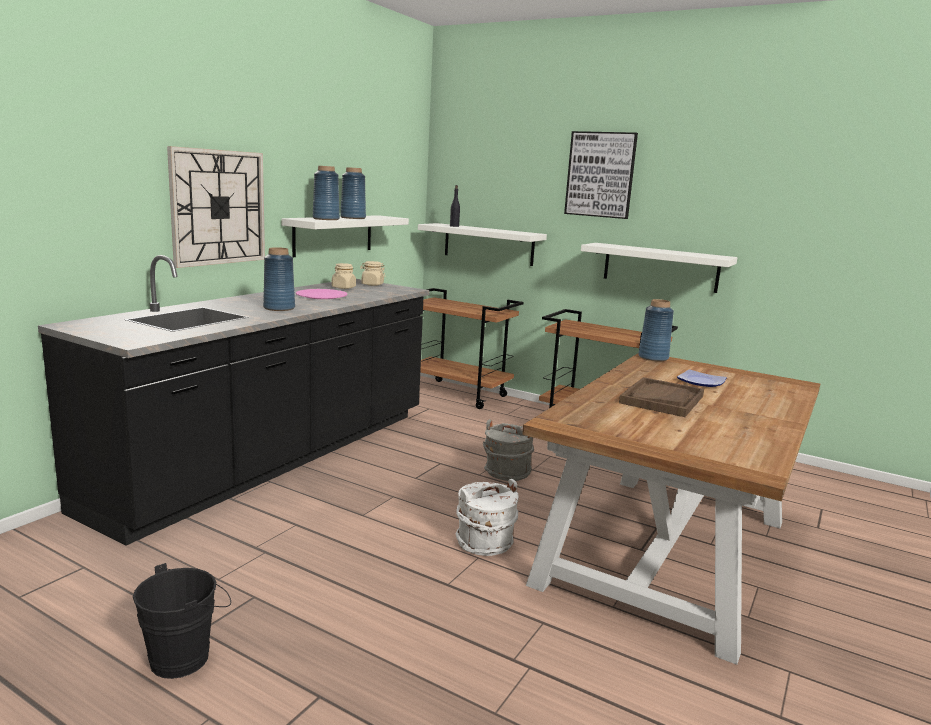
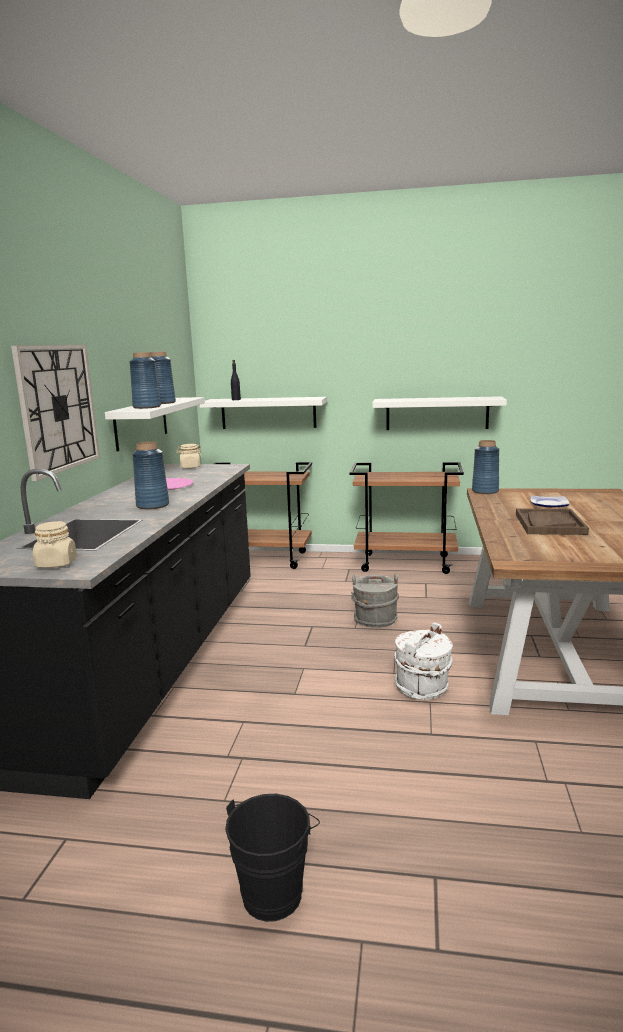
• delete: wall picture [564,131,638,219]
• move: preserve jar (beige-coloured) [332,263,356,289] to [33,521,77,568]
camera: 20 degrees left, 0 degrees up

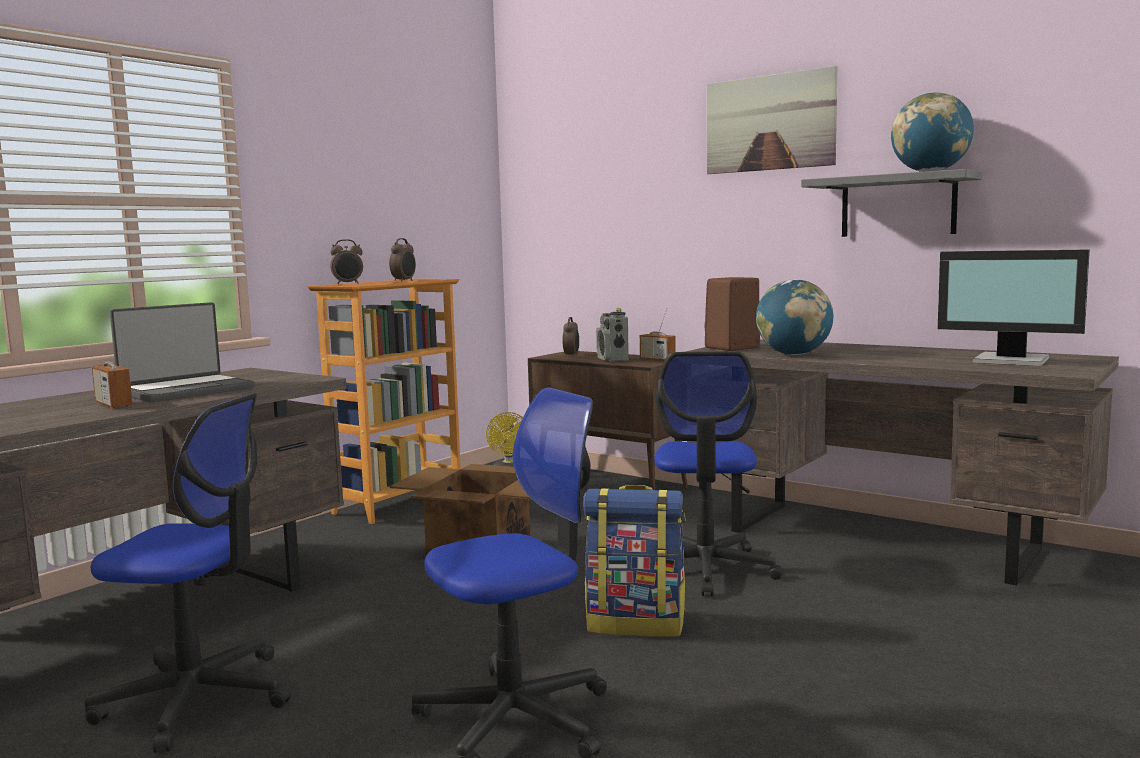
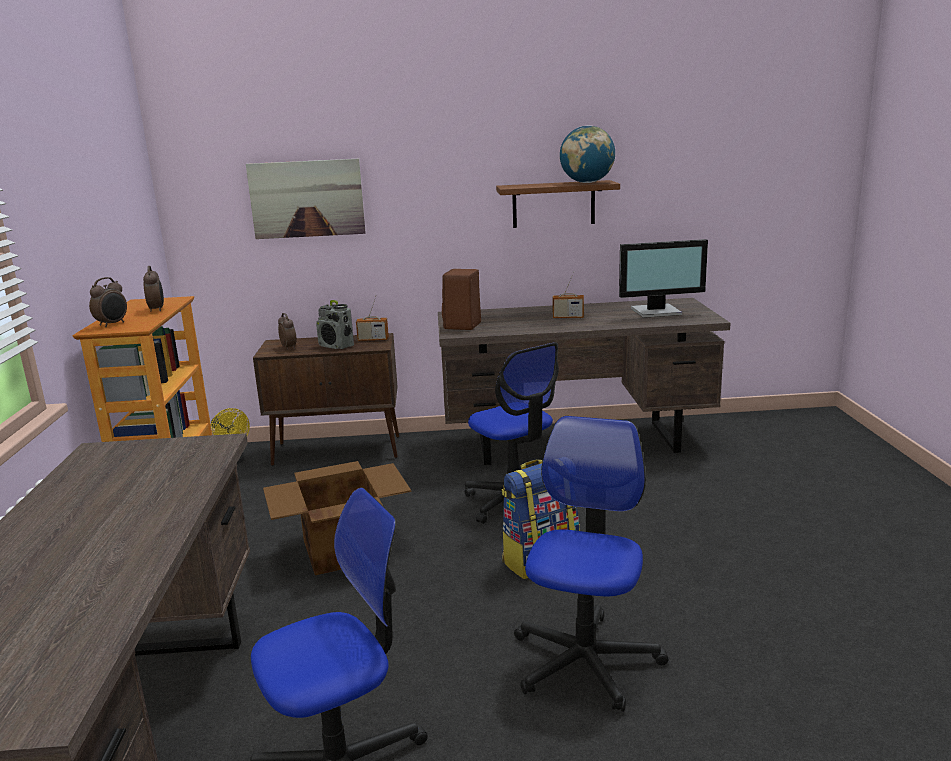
• delete: notebook computer [110,302,255,402]
• delete: globe [756,279,833,355]
• move: radio receiver [92,326,133,408] to [552,271,584,319]
• move: wall picture [707,66,837,174] to [246,158,366,239]
• recolor: wall shelf (grey) [801,169,982,237] to wall shelf (brown) [496,180,620,228]
camera: 40 degrees left, 10 degrees up

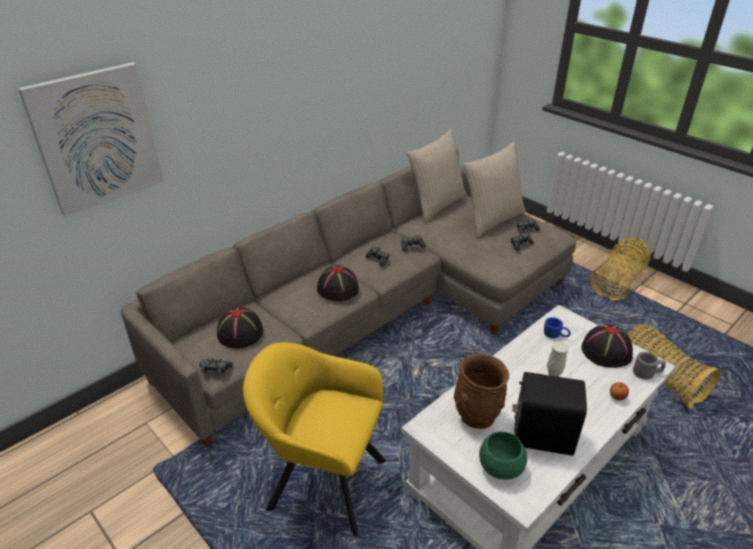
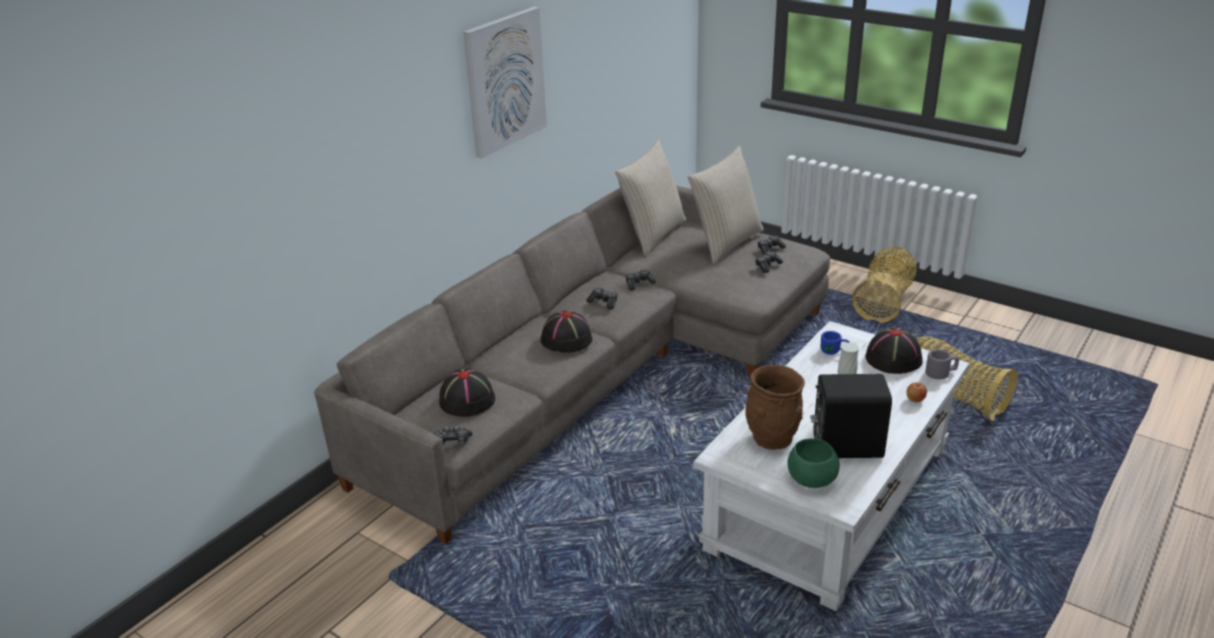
• delete: armchair (yellow-coloured) [243,342,386,537]
• move: wall picture [18,62,163,216] to [463,7,547,159]
camera: 10 degrees left, 5 degrees down

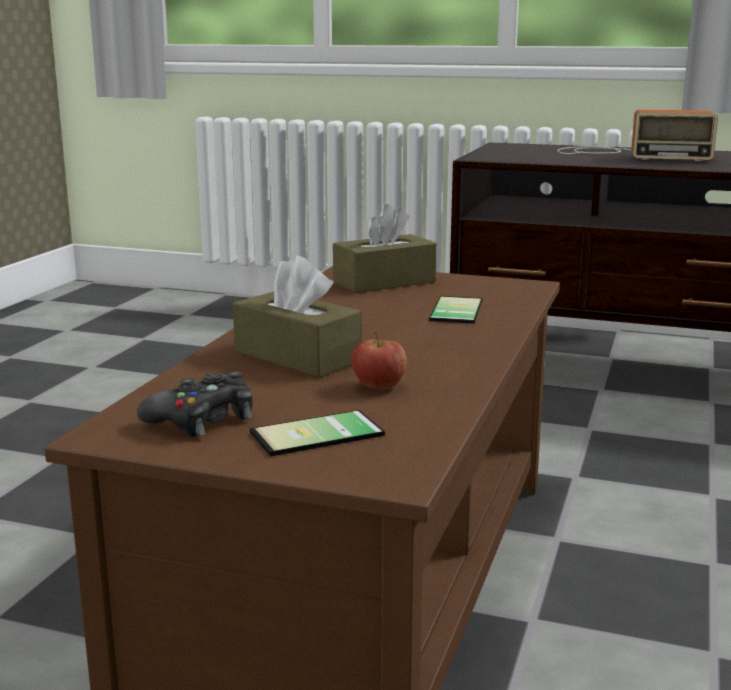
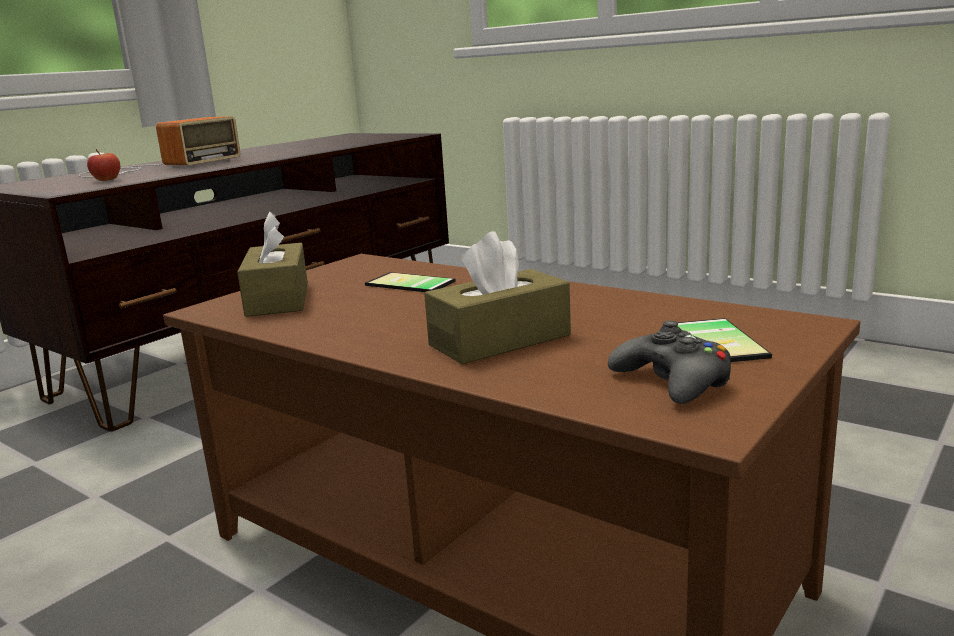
• move: apple fruit [351,331,407,390] to [87,149,120,181]
camera: 70 degrees left, 0 degrees up

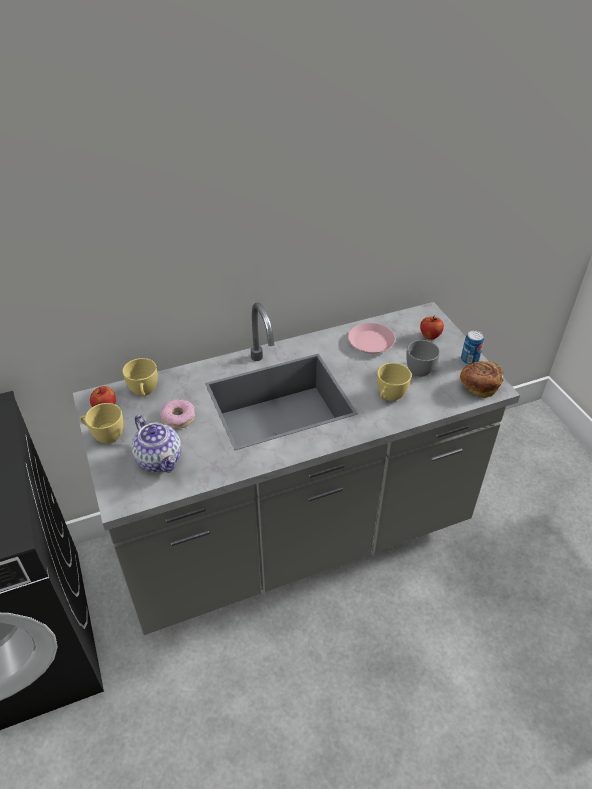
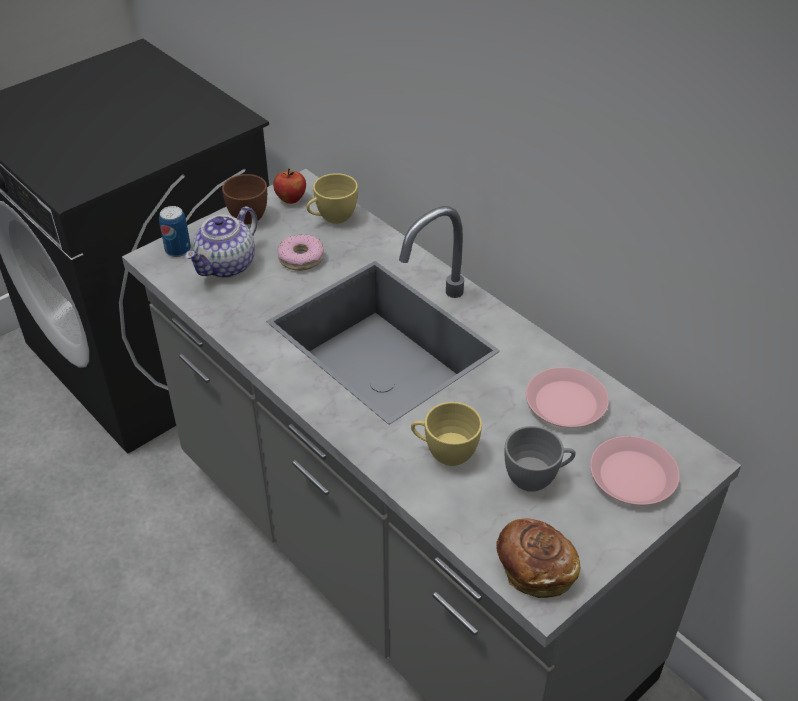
• move: metal can [461,330,484,365] to [159,206,191,257]
• replace: apple fruit [420,316,444,340] to plate (pink-coloured) [590,436,680,505]
• recolor: cup (yellow-coloured) [80,403,123,444] to cup (brown) [222,174,267,224]
camera: 70 degrees right, 0 degrees up

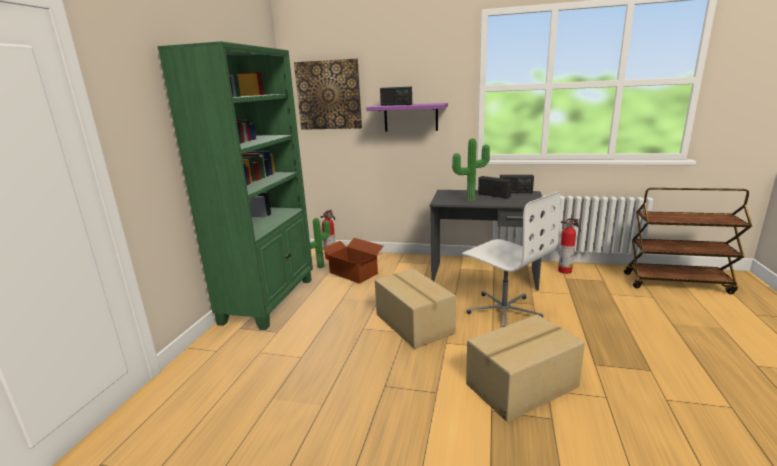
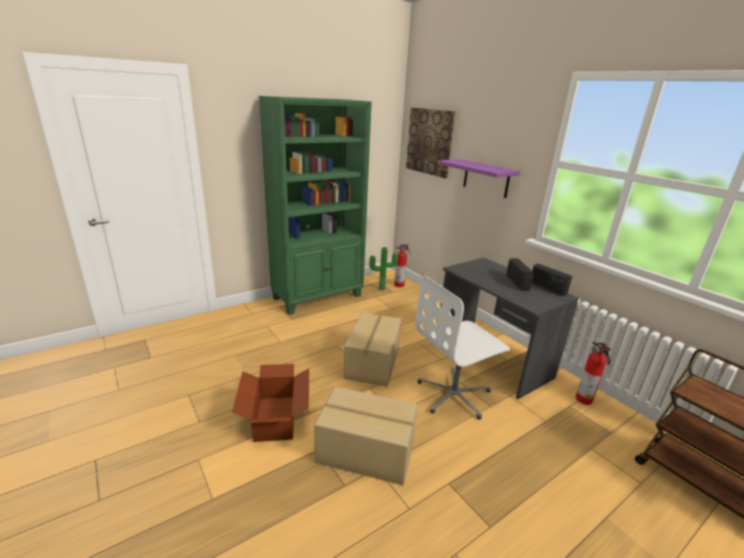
• delete: radio receiver [380,87,412,106]
• delete: houseplant [452,138,490,201]
• move: cardboard box [320,238,383,284] to [232,364,309,442]
• rotate: desk chair (white-coloured) [462,191,560,327] = [415,276,510,420] 60 degrees clockwise
camera: 40 degrees right, 5 degrees up

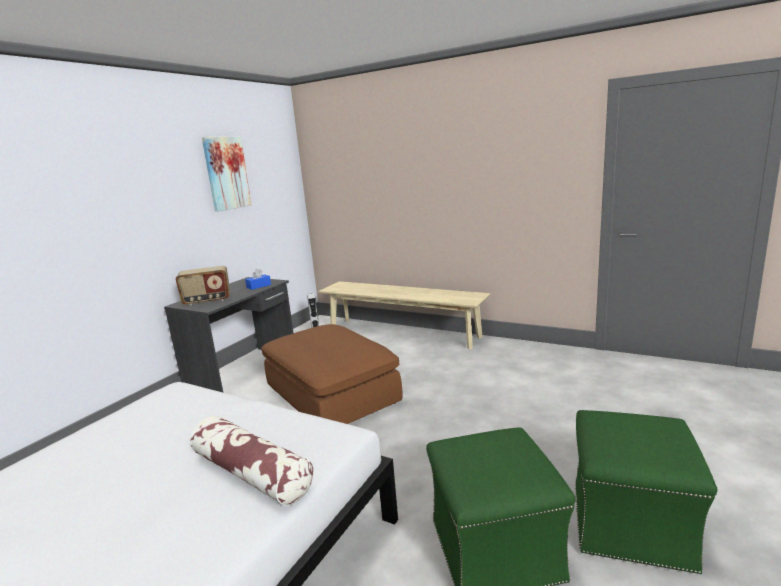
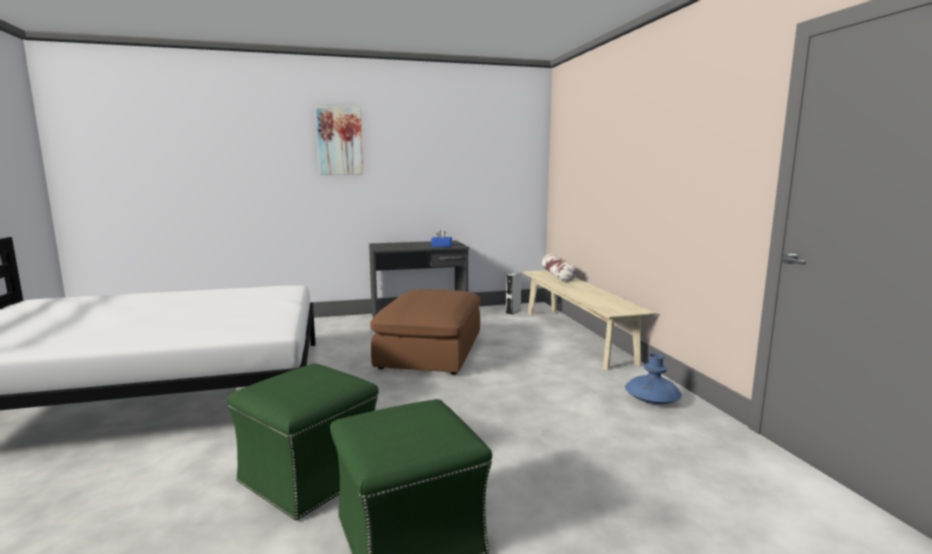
• delete: radio receiver [175,266,230,306]
• insert: flower vase (blue-coloured) [625,353,682,404]
• move: pillow [190,416,313,505] to [542,254,576,282]
• move: wall picture [202,136,252,212] to [316,107,363,175]
camera: 45 degrees right, 5 degrees down

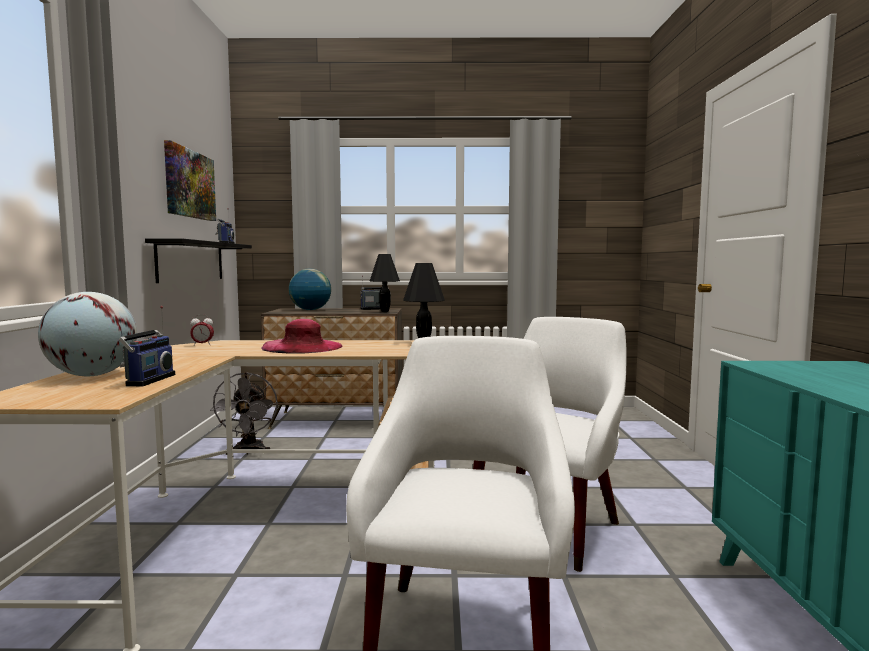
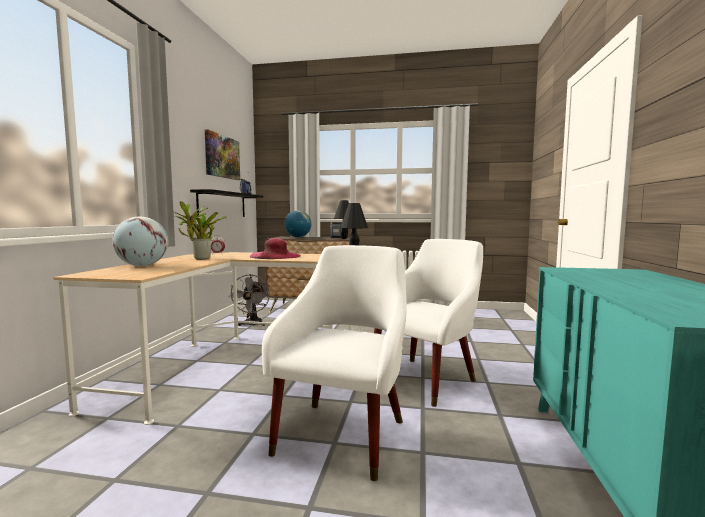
• delete: radio receiver [119,306,175,387]
• insert: houseplant [170,201,228,260]
camera: 10 degrees right, 0 degrees up

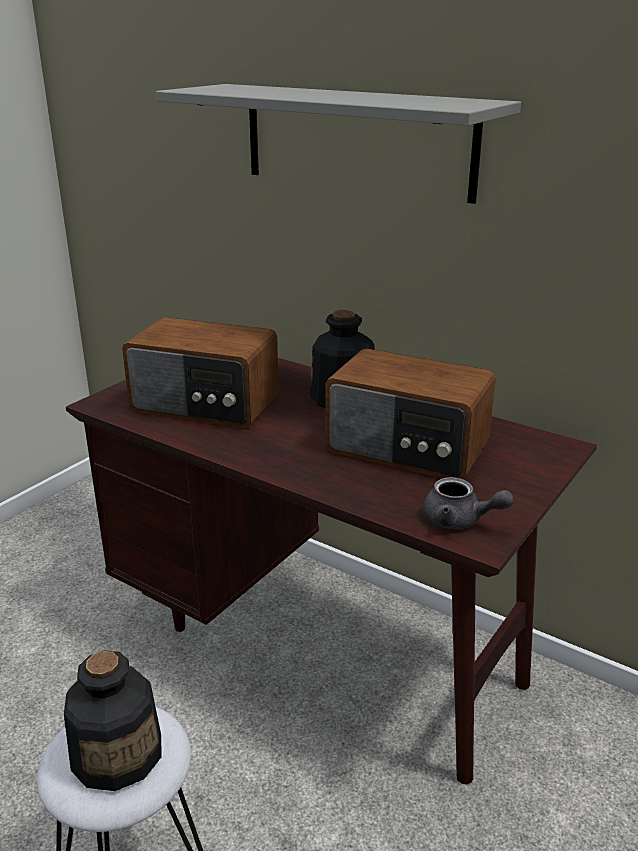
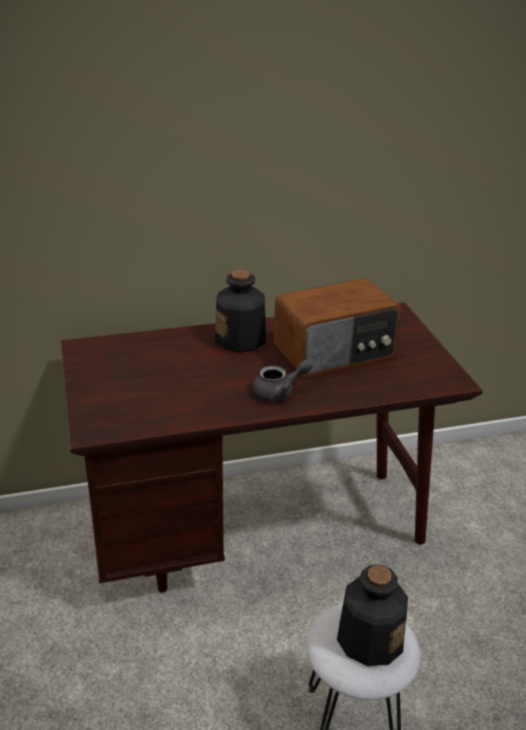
• delete: radio receiver [122,317,279,428]
• delete: wall shelf (grey) [156,84,521,204]
• move: pot for tea (grey) [423,477,514,529] to [253,360,312,402]
camera: 50 degrees left, 5 degrees up

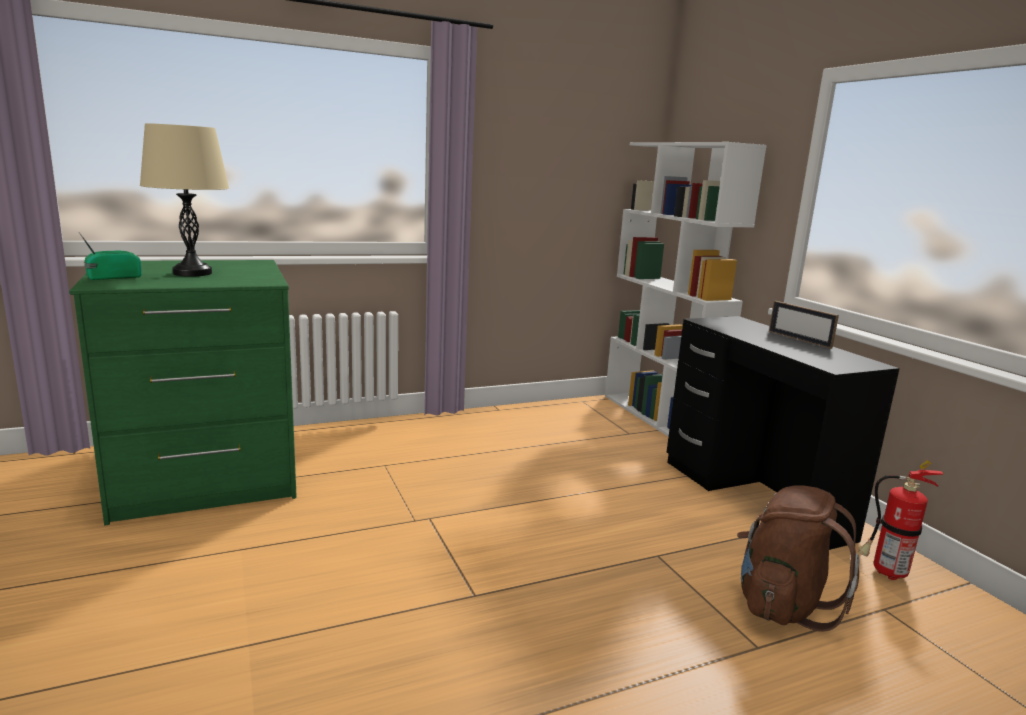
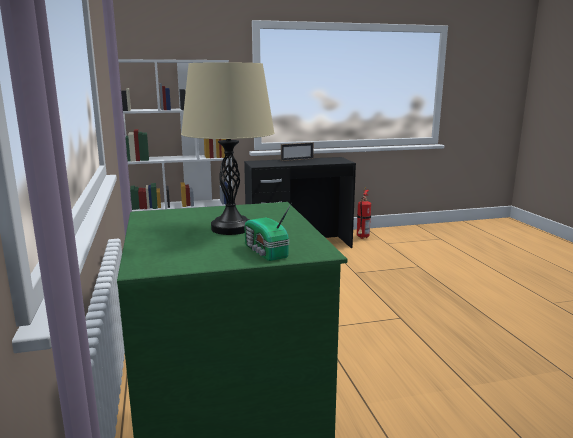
• delete: knapsack (brown) [737,485,860,632]
camera: 80 degrees left, 0 degrees up

